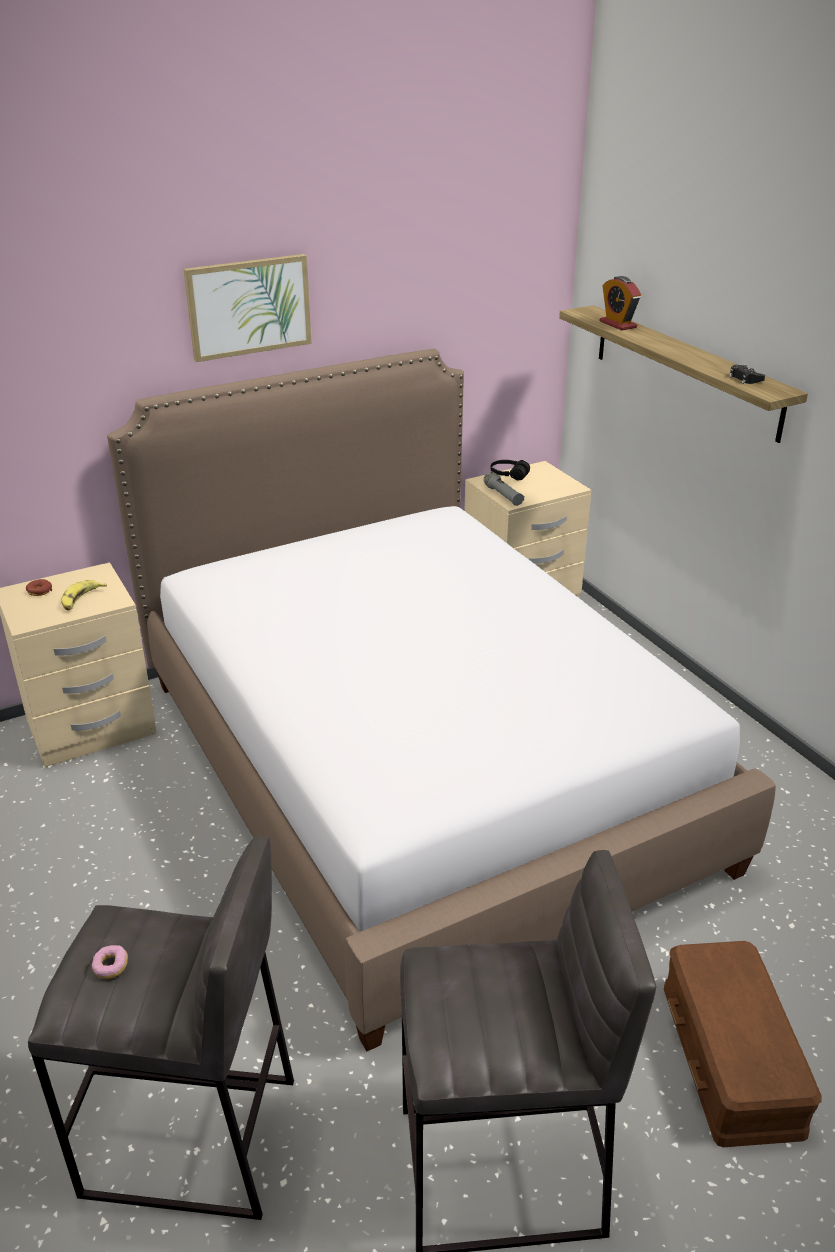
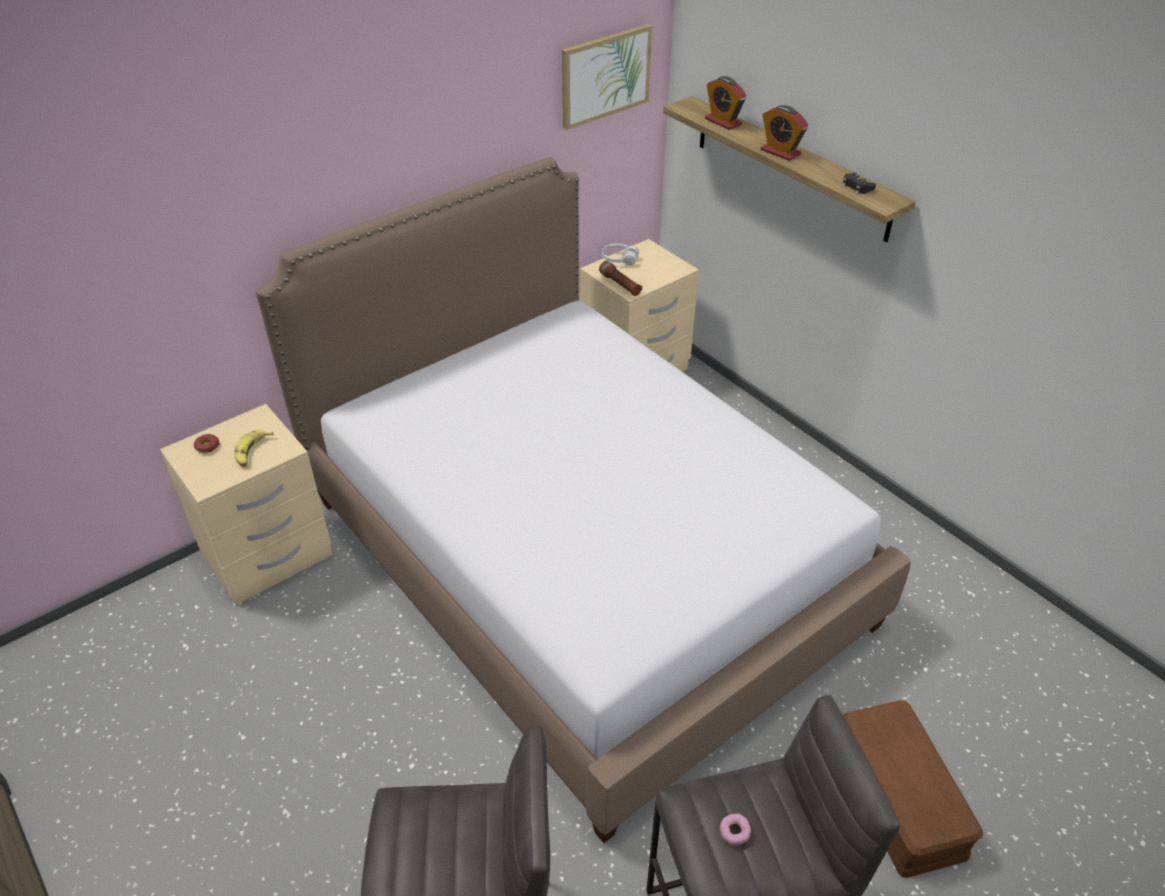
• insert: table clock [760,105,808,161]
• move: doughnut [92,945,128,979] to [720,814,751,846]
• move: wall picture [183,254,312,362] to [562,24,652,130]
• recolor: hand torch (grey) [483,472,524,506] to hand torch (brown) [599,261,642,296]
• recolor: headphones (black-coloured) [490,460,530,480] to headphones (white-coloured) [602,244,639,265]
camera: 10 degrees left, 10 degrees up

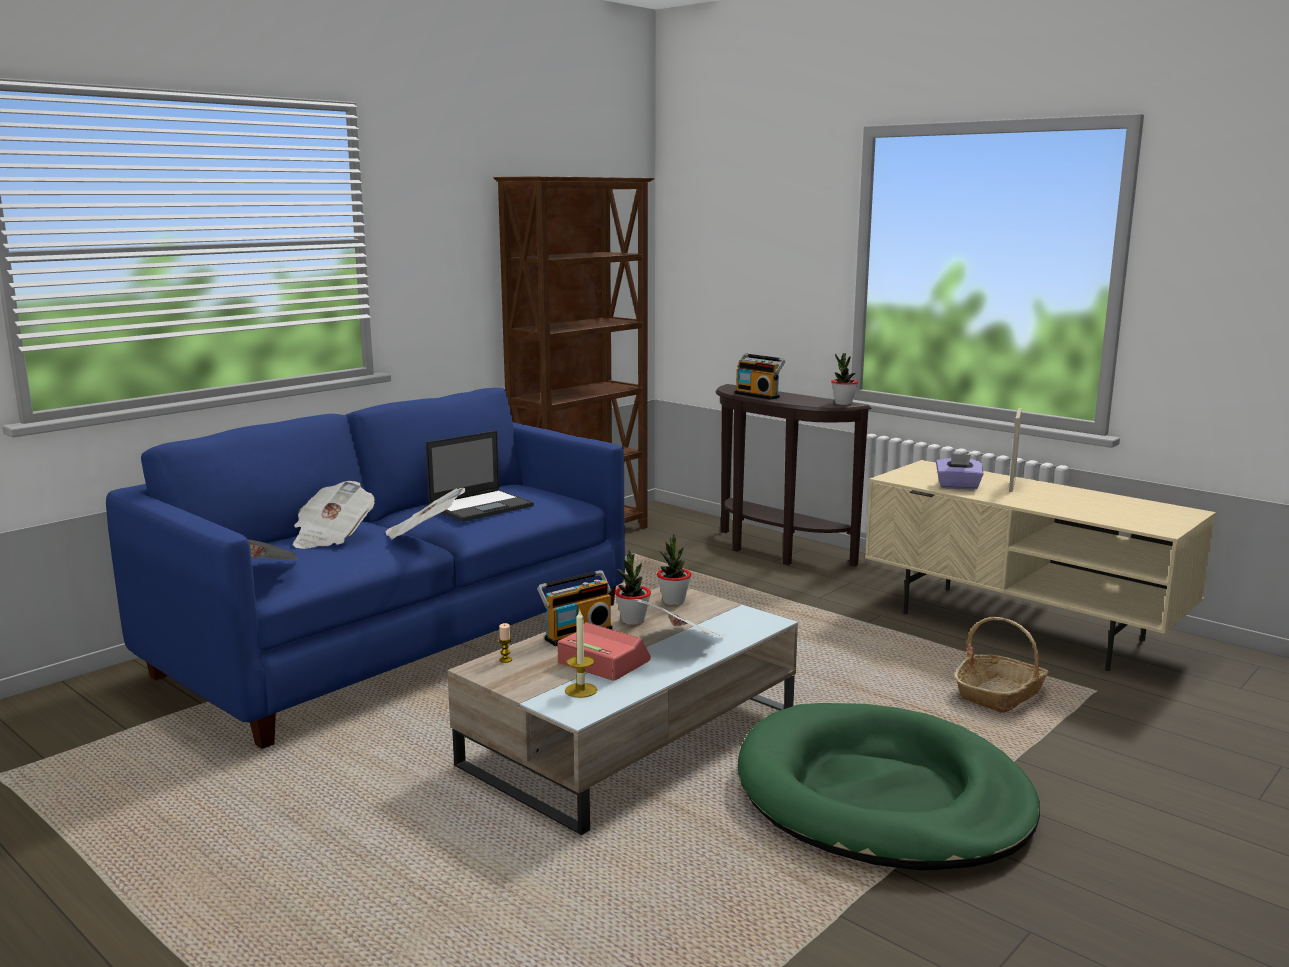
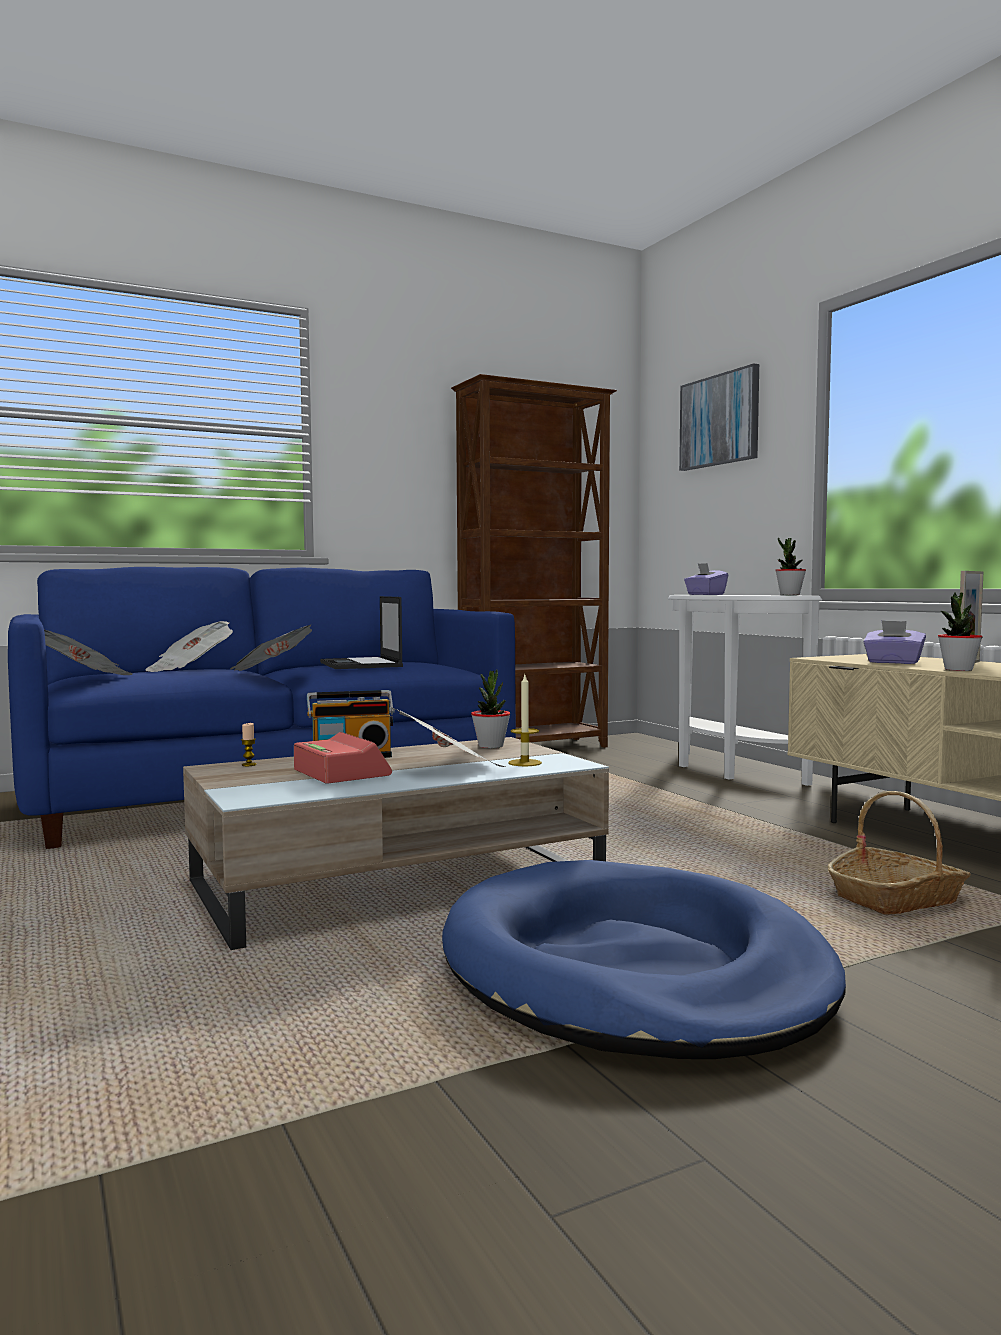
• insert: wall picture [679,363,759,471]
• move: wax light [565,610,597,698] to [508,675,542,766]
• move: houseplant [615,550,651,625] to [938,592,983,671]
• replace: radio receiver [735,353,785,400] to tissue box (purple-coloured) [684,563,728,595]
• recolor: hall table (brown) [715,384,871,567] to hall table (white-coloured) [668,595,822,786]
• recolor: dog cushion (green-coloured) [738,703,1040,871] to dog cushion (blue-coloured) [442,860,846,1059]
• rotate: notebook computer [425,431,534,522] = [320,596,403,669] 90 degrees clockwise
camera: 20 degrees right, 10 degrees down

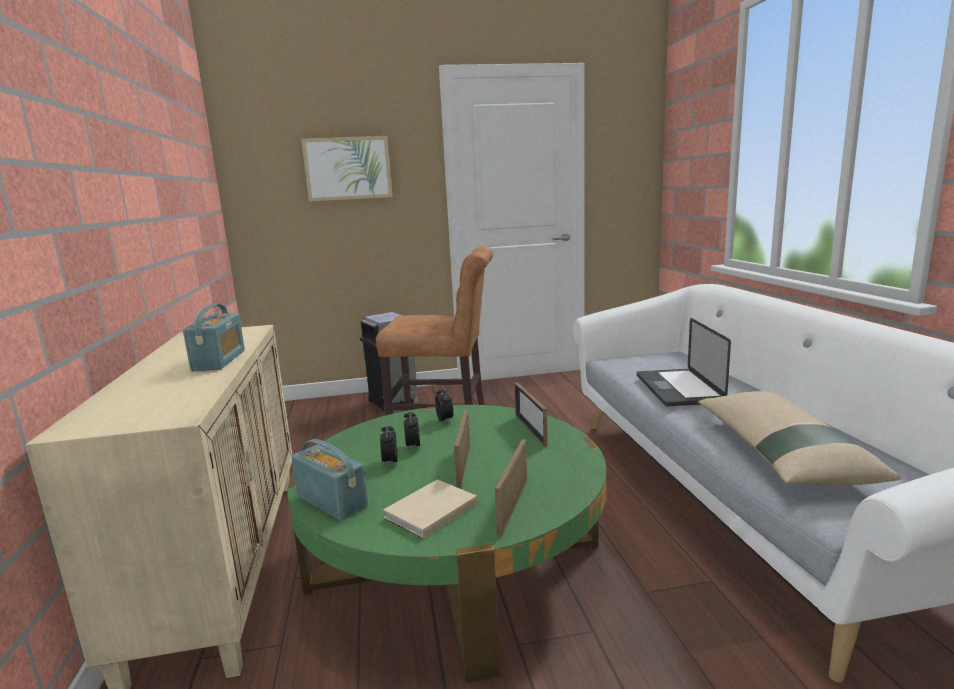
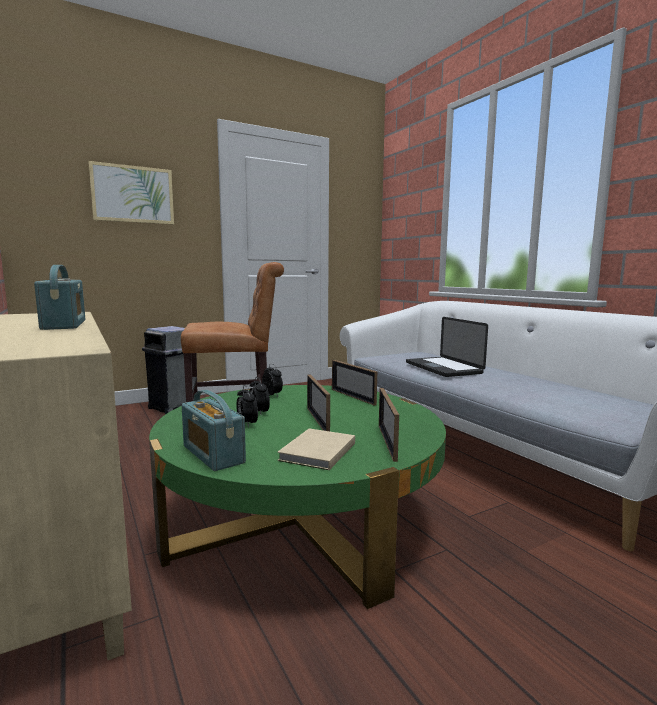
• delete: pillow (beige-coloured) [698,391,901,485]
• rotate: radio receiver [292,439,368,521] = [182,390,246,471] 150 degrees counterclockwise
camera: 20 degrees left, 5 degrees down

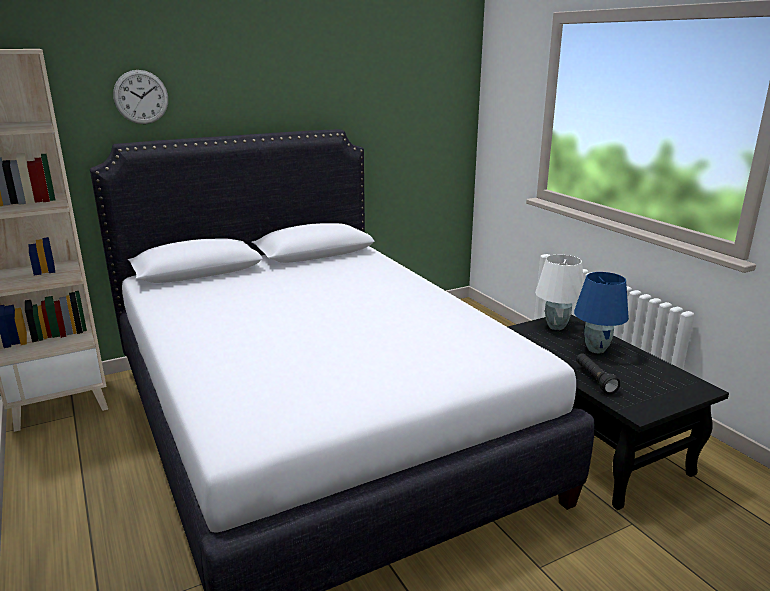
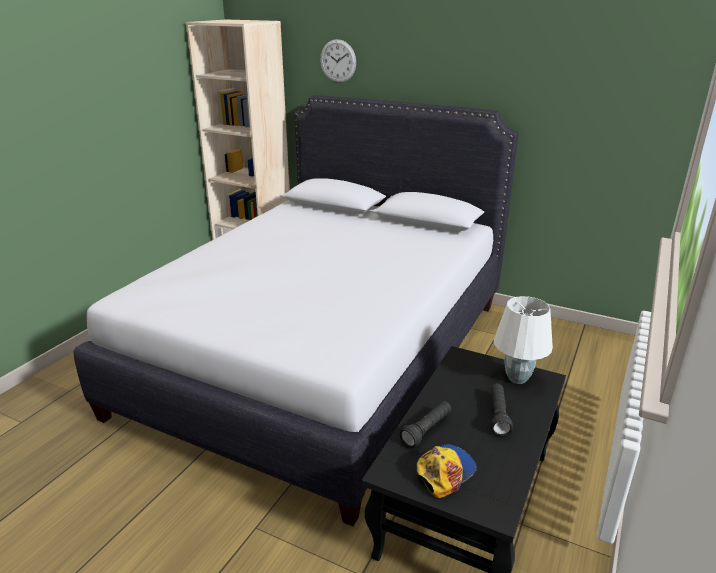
• insert: cap [417,444,477,498]
• replace: table lamp (blue-coloured) [574,272,629,353] to hand torch (black-coloured) [490,384,513,436]
camera: 55 degrees right, 5 degrees up

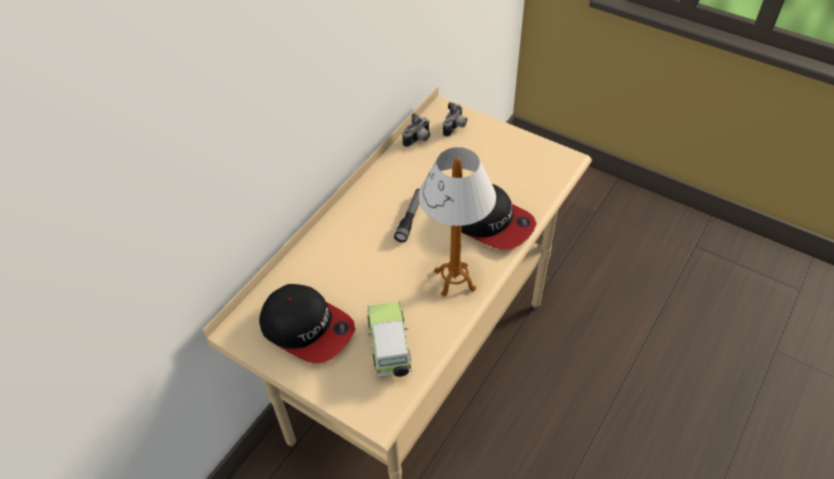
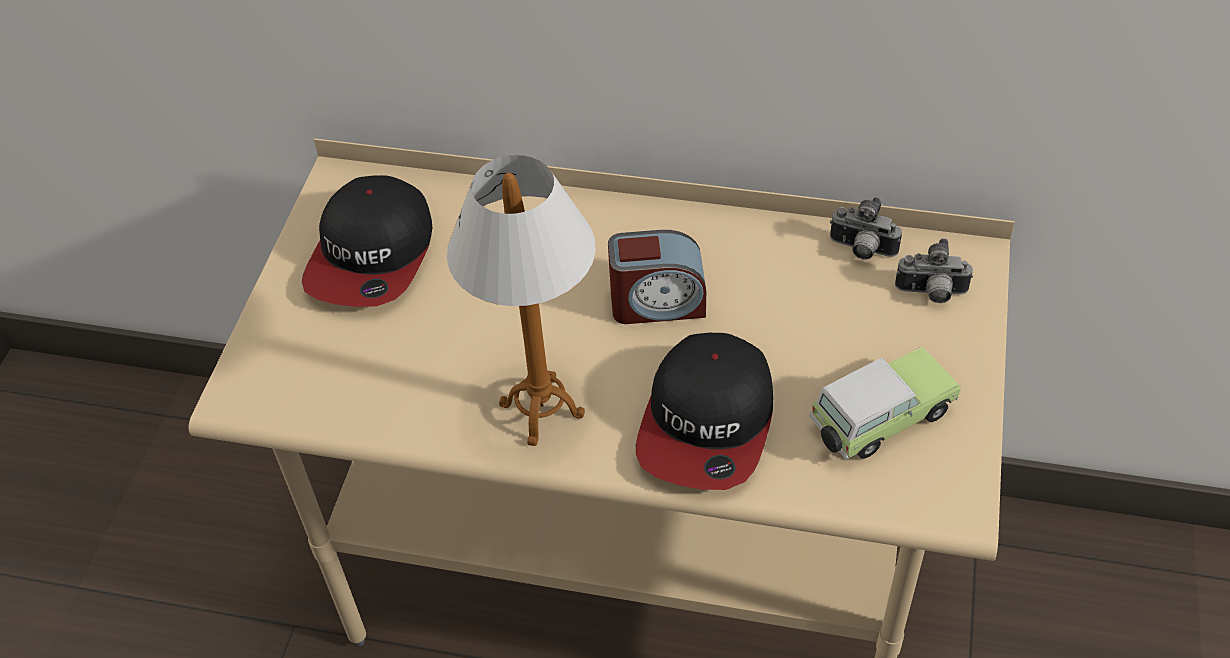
• move: miniature car [367,302,412,377] to [809,347,961,461]
• replace: hand torch [394,189,420,242] to table clock [608,230,706,324]
camera: 70 degrees right, 0 degrees up

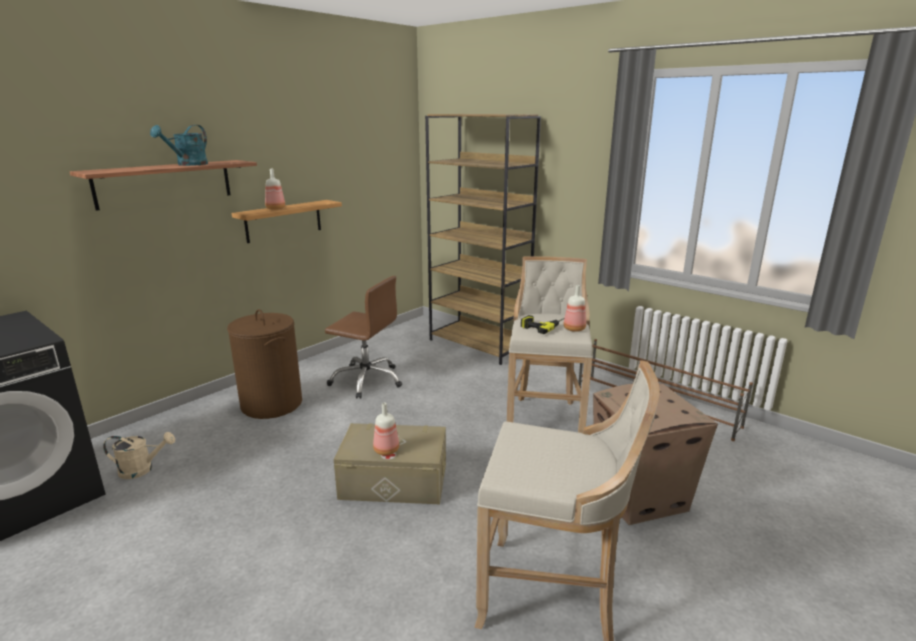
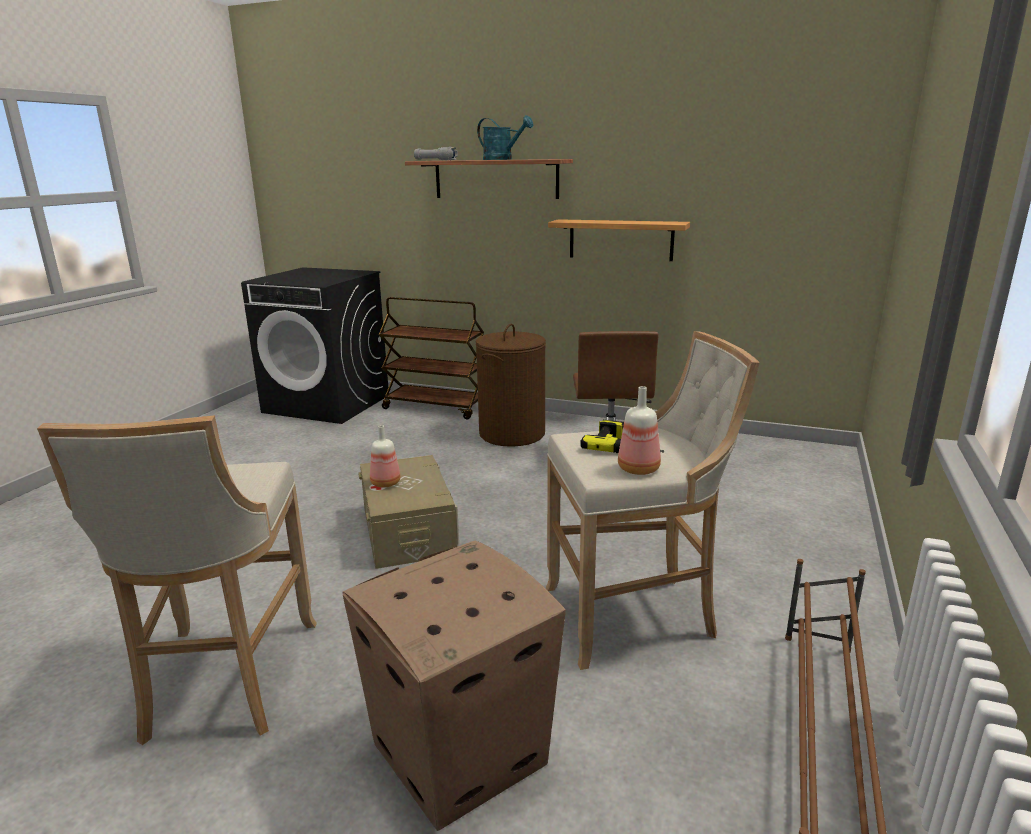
• delete: sprinkling can (beige-coloured) [103,432,175,479]
• delete: bottle [265,169,285,210]
• delete: bookshelf (brown) [425,114,541,365]
• insert: cart (brown) [379,297,484,420]
• insert: hand torch (grey) [414,147,458,160]
• rotate: sprinkling can (turquoise) [150,125,208,166] = [477,115,533,160] 150 degrees counterclockwise
camera: 70 degrees right, 0 degrees up

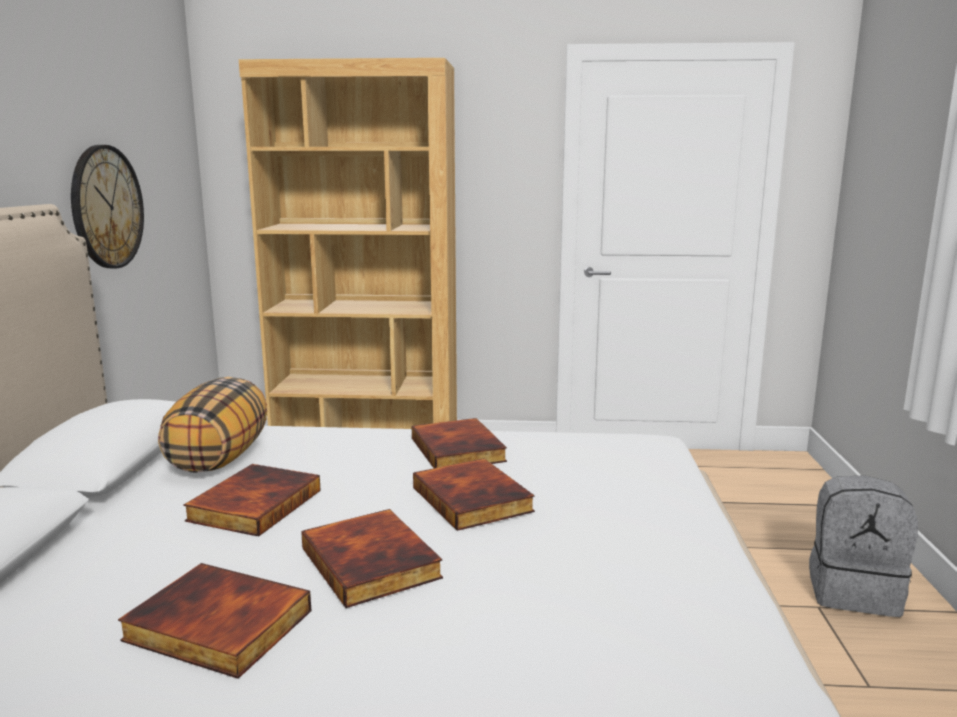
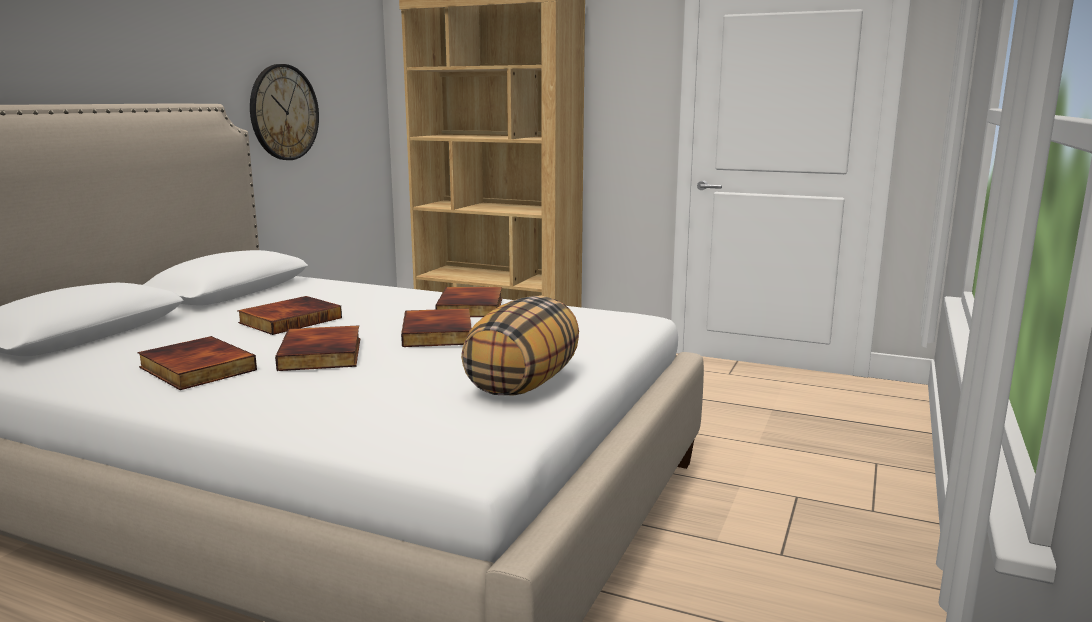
• delete: knapsack (grey) [809,475,918,617]
• move: pillow [158,377,267,473] to [461,296,579,395]
camera: 20 degrees right, 0 degrees up

